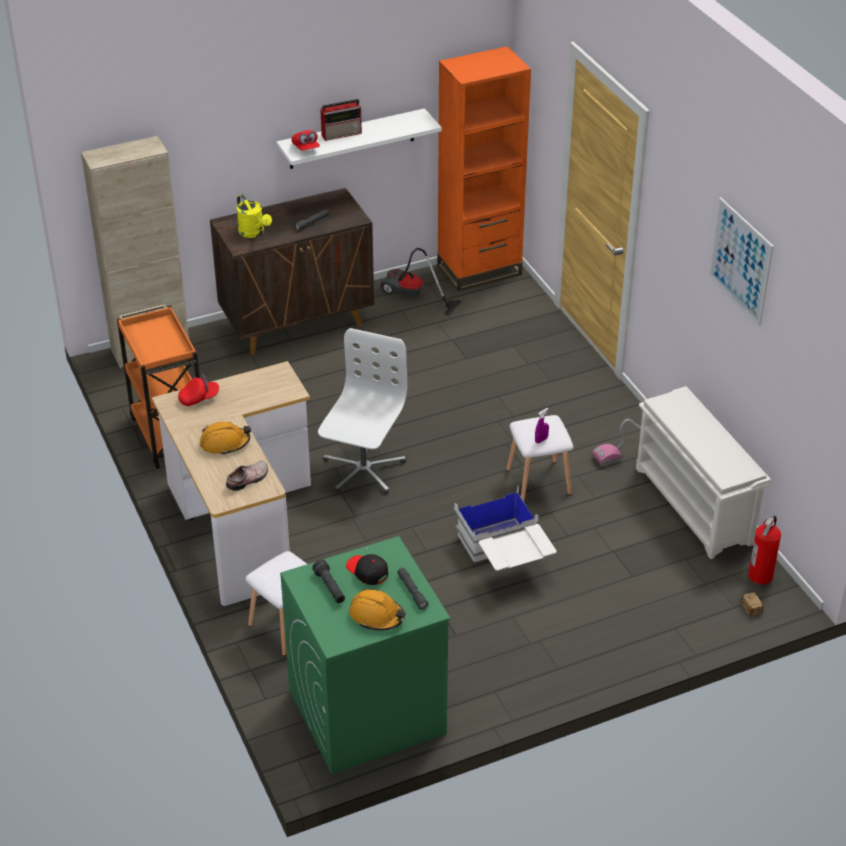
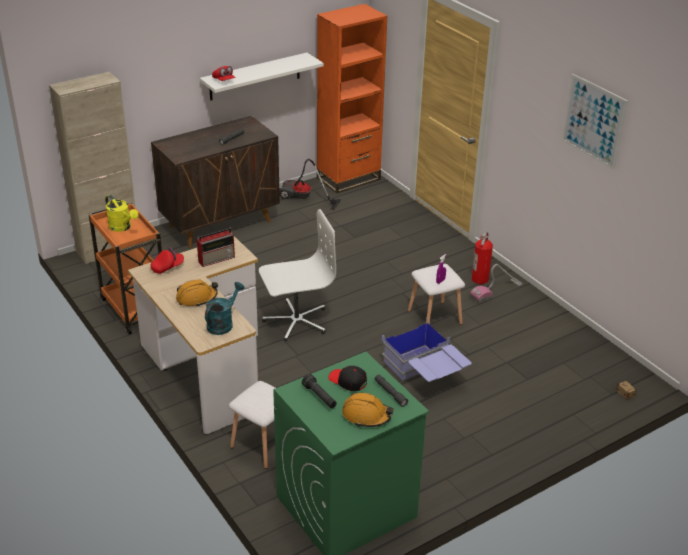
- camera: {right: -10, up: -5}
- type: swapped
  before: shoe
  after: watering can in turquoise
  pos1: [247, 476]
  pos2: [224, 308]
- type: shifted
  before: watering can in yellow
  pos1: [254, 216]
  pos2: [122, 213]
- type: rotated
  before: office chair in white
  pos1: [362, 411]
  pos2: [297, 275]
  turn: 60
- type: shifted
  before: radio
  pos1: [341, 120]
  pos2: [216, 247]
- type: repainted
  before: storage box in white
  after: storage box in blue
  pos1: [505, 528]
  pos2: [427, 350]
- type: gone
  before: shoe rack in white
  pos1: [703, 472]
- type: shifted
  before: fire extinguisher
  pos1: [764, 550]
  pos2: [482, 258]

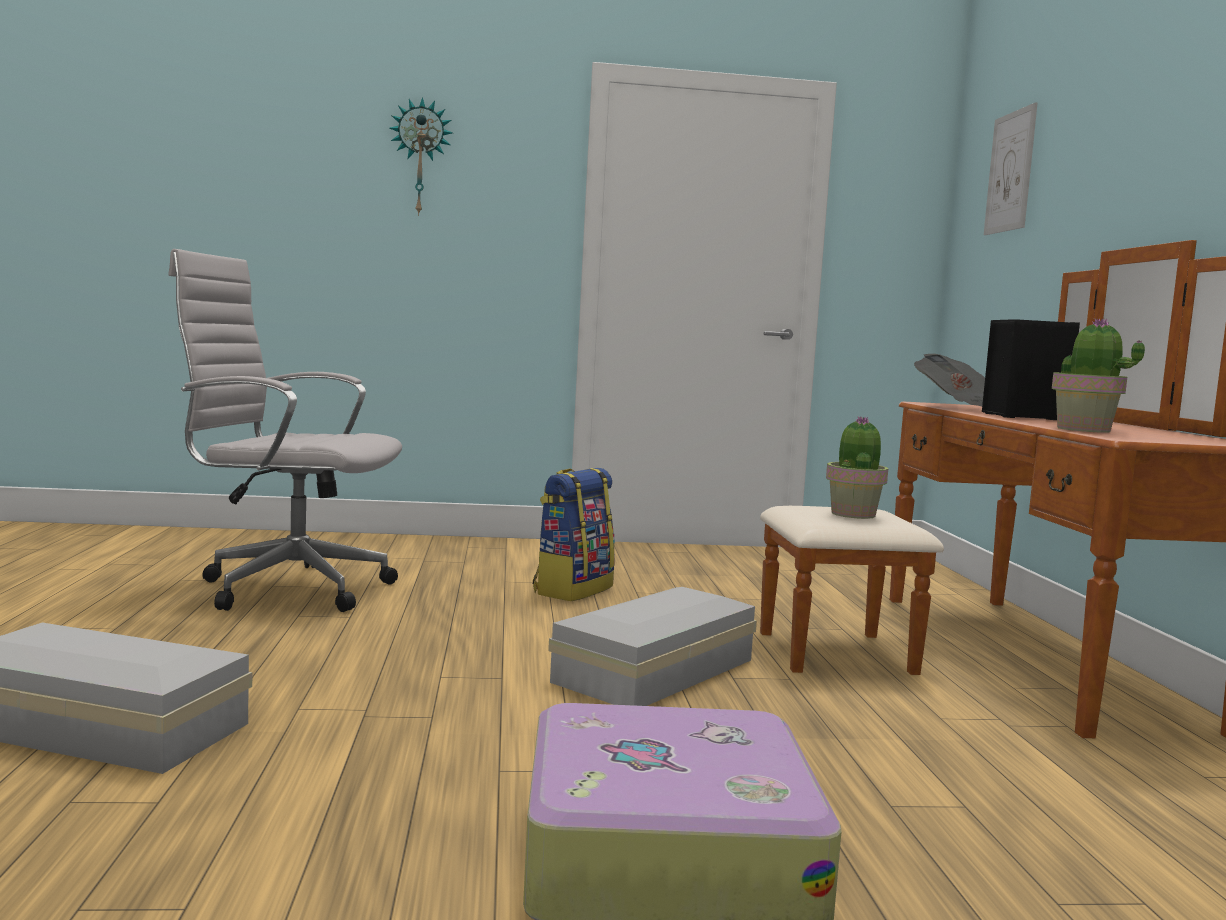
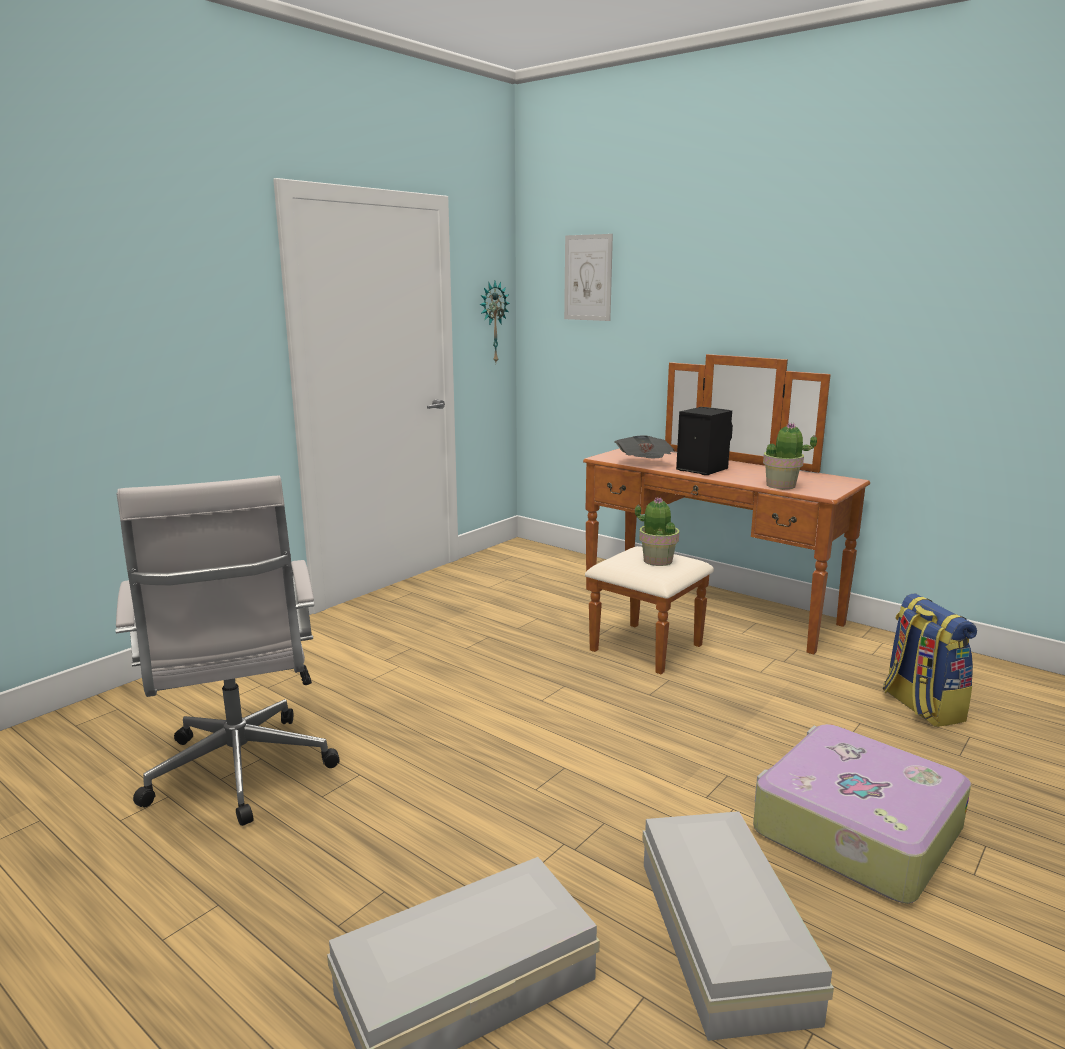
- camera: {right: -45, up: 10}
- type: rotated
  before: office chair in white
  pos1: [285, 430]
  pos2: [227, 650]
  turn: -75
- type: shifted
  before: wall clock
  pos1: [421, 156]
  pos2: [495, 321]
- type: shifted
  before: backpack
  pos1: [574, 534]
  pos2: [930, 660]
- type: shifted
  before: storage box in white
  pos1: [652, 646]
  pos2: [738, 926]

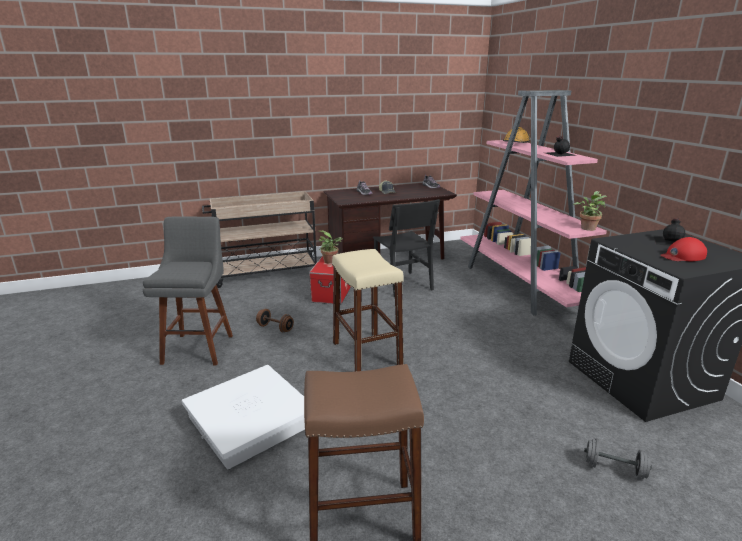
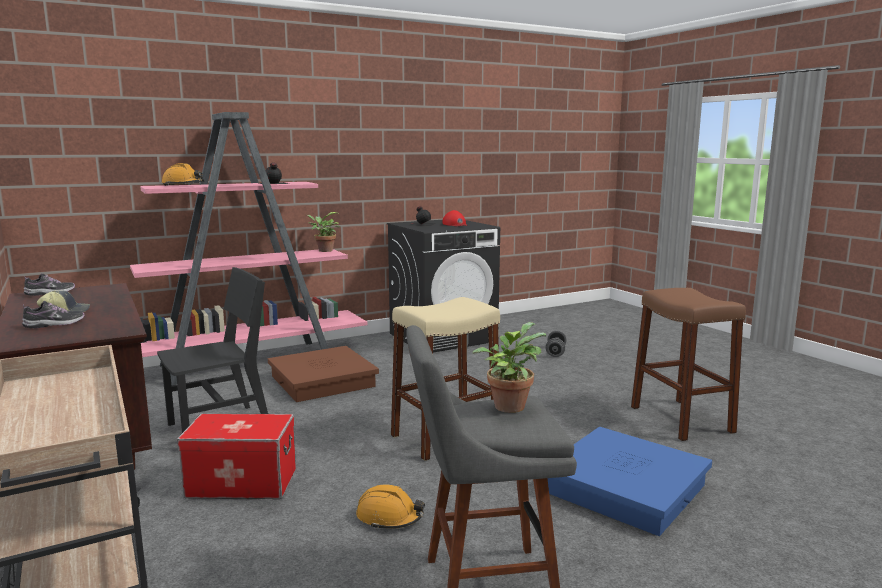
- camera: {right: -100, up: -10}
- type: repainted
  before: storage box in white
  after: storage box in blue
  pos1: [243, 417]
  pos2: [629, 481]
- type: swapped
  before: dumbbell in brown
  after: hard hat in orange
  pos1: [275, 321]
  pos2: [390, 507]
- type: shifted
  before: potted plant
  pos1: [330, 247]
  pos2: [509, 367]
- type: new
  after: storage box in brown
  pos2: [323, 374]

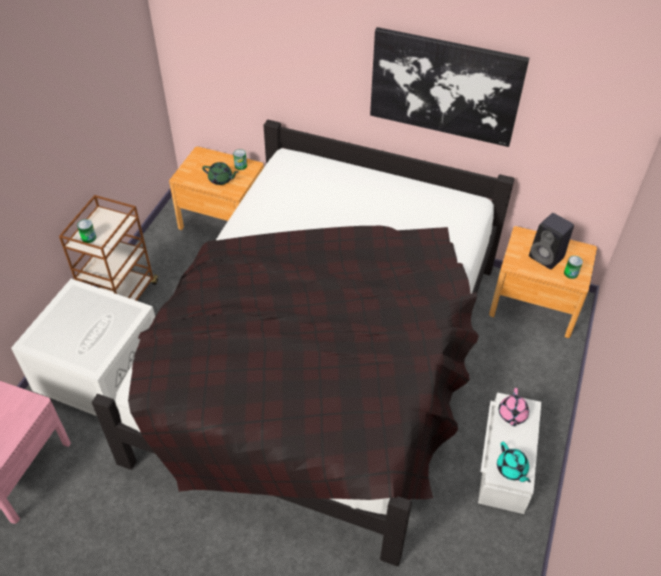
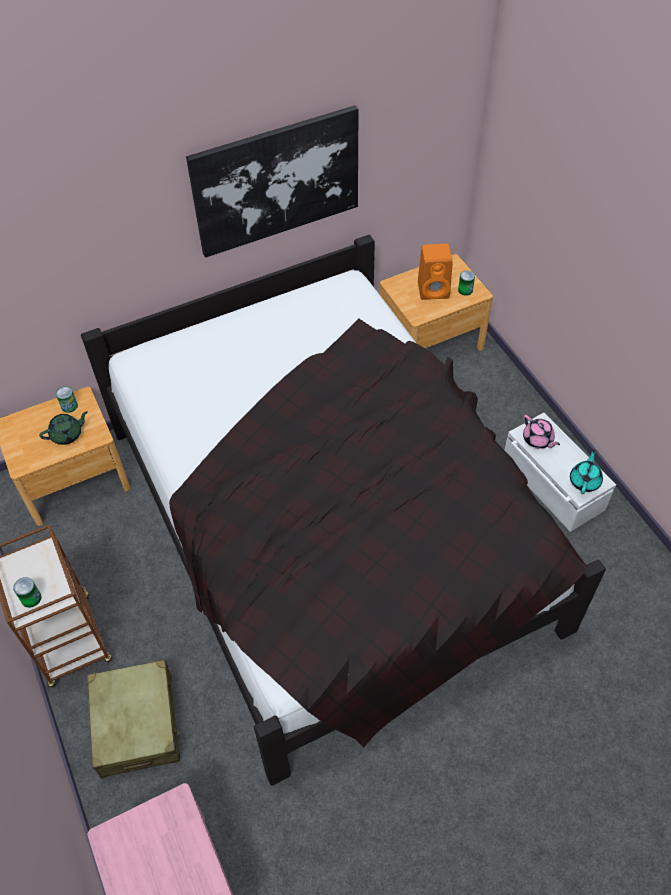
- camera: {right: -45, up: 5}
- type: swapped
  before: storage box in white
  after: suitcase in beige
  pos1: [83, 347]
  pos2: [133, 719]
- type: rotated
  before: teapot in turquoise
  pos1: [514, 462]
  pos2: [586, 471]
  turn: -90
- type: repainted
  before: speaker in black
  after: speaker in orange
  pos1: [551, 241]
  pos2: [435, 272]

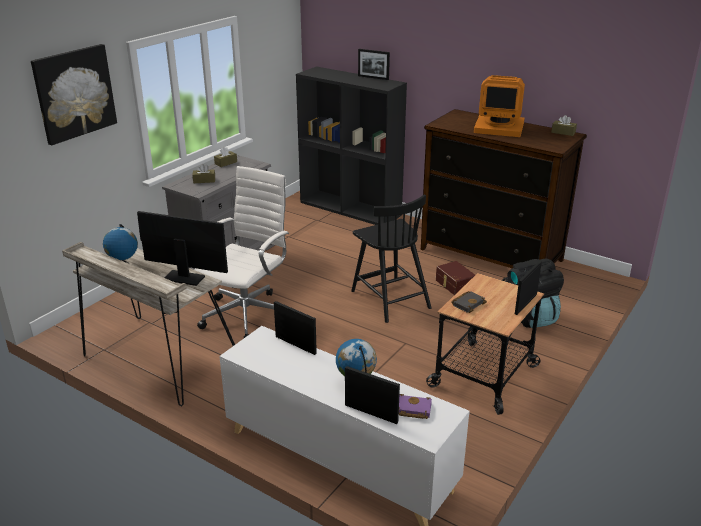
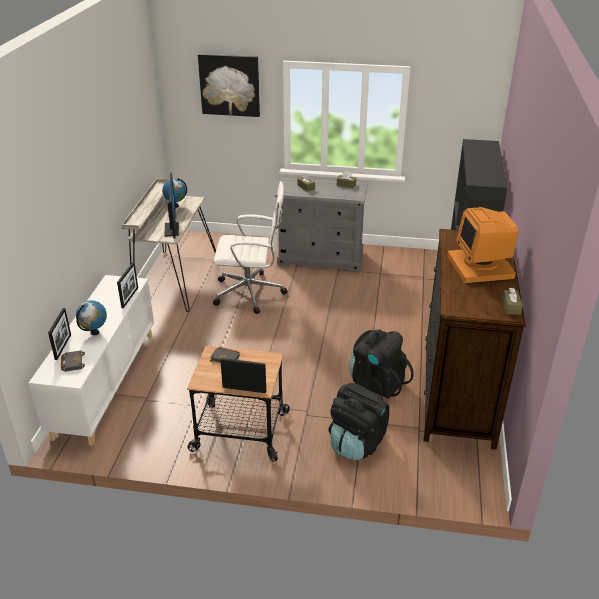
- camera: {right: 65, up: 5}
- type: gone
  before: chair in black
  pos1: [391, 259]
- type: gone
  before: picture frame
  pos1: [374, 64]
- type: repainted
  before: book in purple
  after: book in black
  pos1: [415, 406]
  pos2: [73, 361]
- type: swapped
  before: storage box in brown
  after: backpack in black
  pos1: [455, 278]
  pos2: [382, 364]

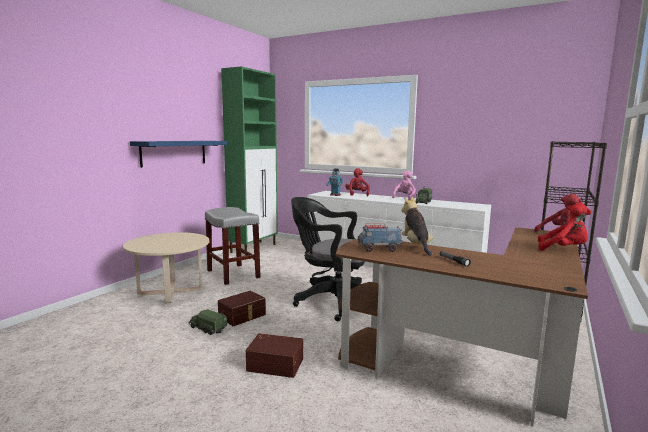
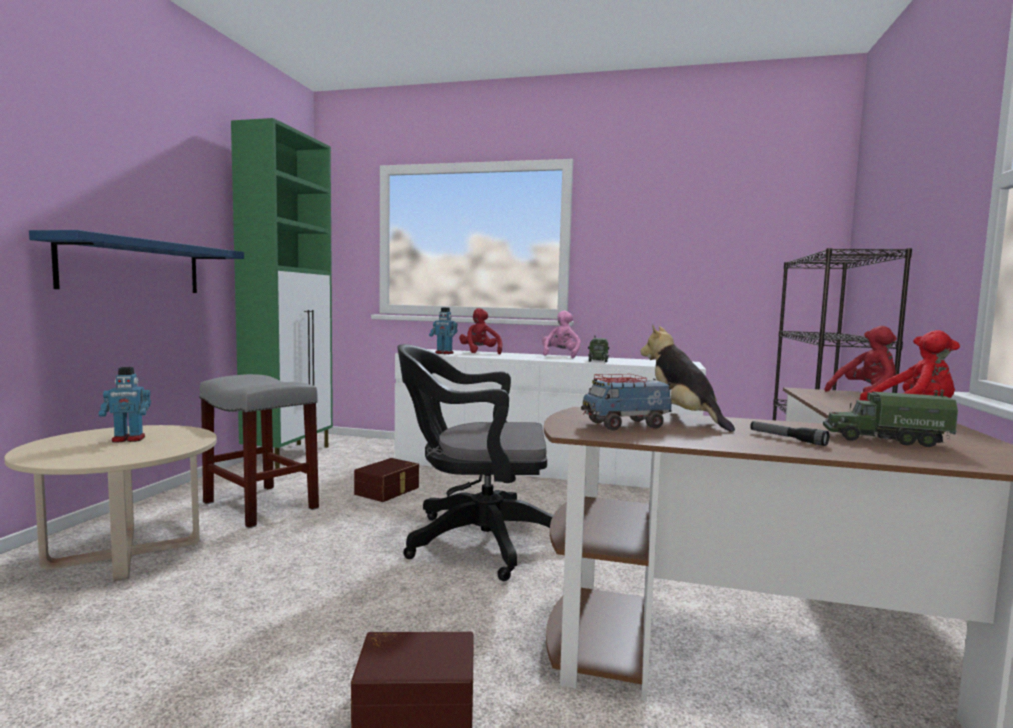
- camera: {right: -15, up: -5}
- type: shifted
  before: toy truck
  pos1: [207, 322]
  pos2: [890, 418]
- type: shifted
  before: storage box in brown
  pos1: [242, 308]
  pos2: [386, 480]
- type: new
  after: toy robot
  pos2: [125, 405]

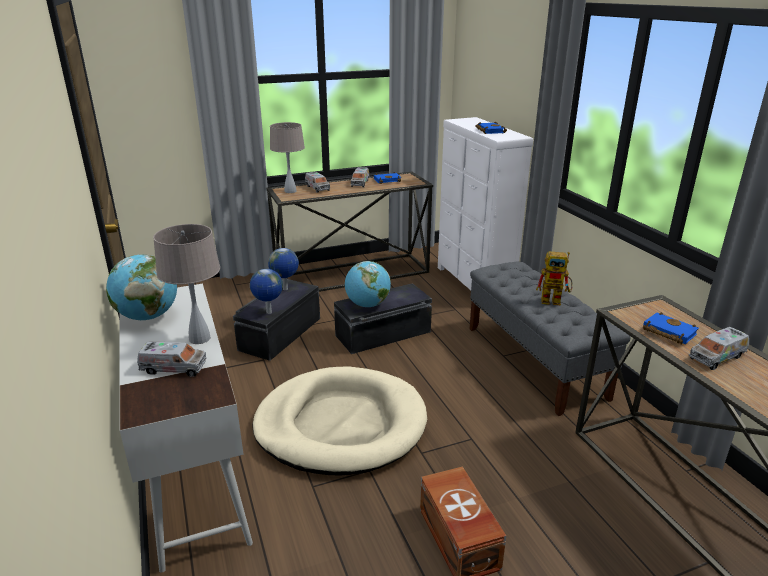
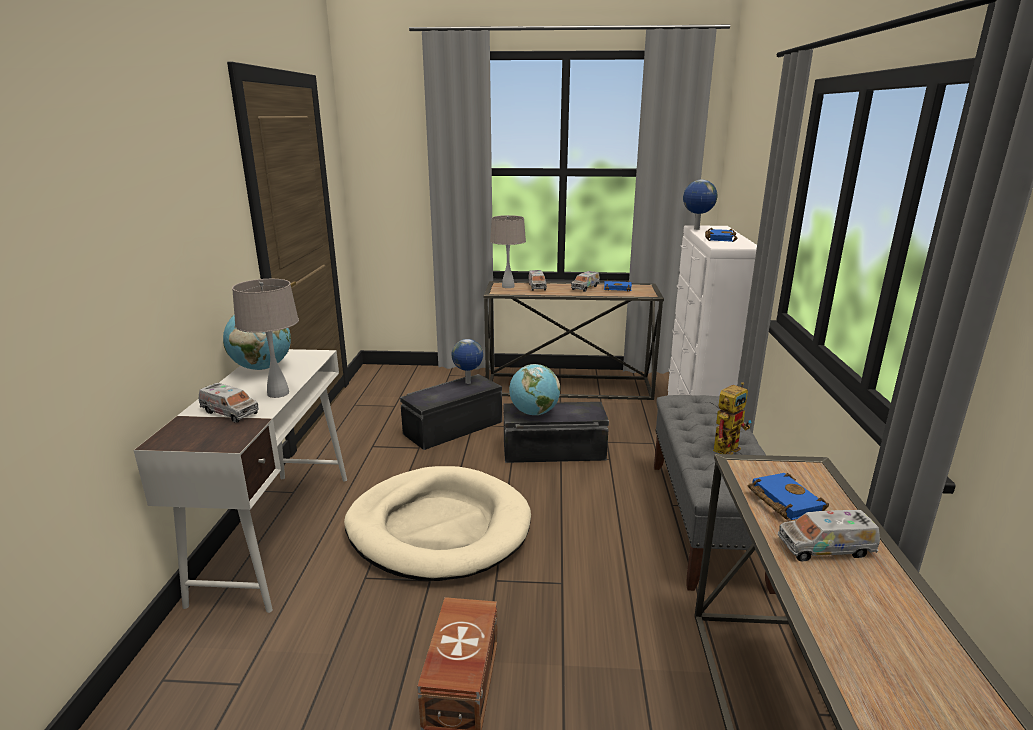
- camera: {right: 25, up: -5}
- type: shifted
  before: globe
  pos1: [266, 291]
  pos2: [700, 205]
- type: rotated
  before: toy robot
  pos1: [554, 278]
  pos2: [732, 418]
  turn: -75

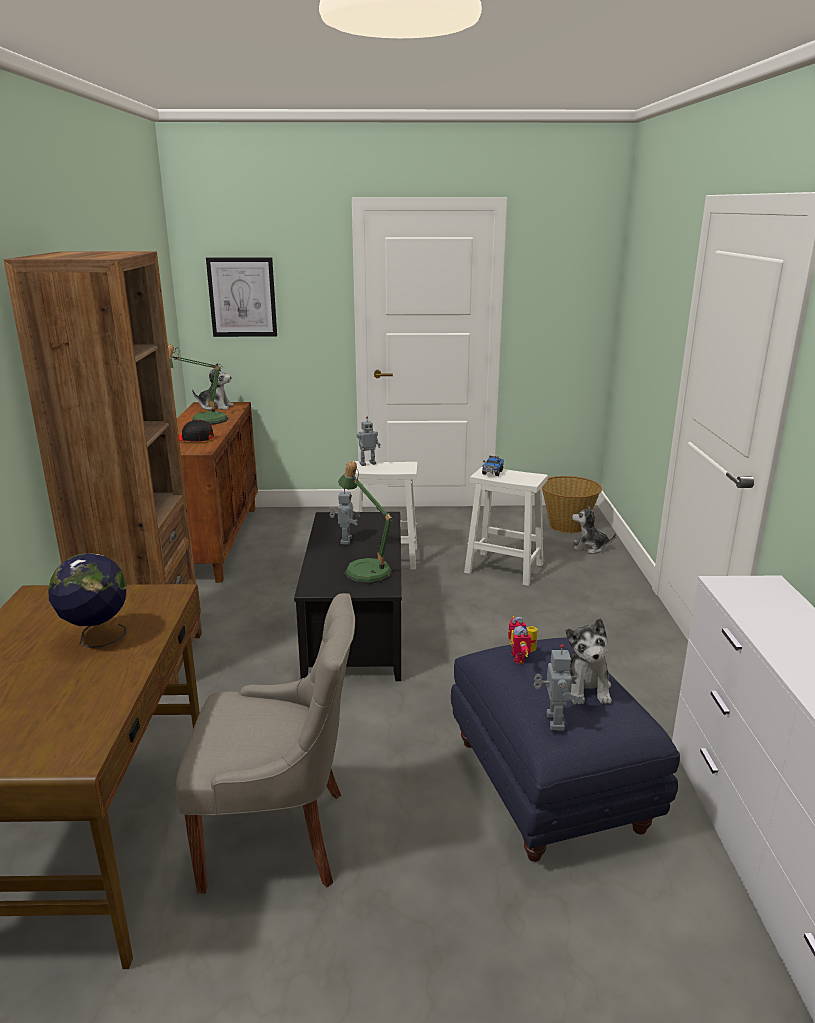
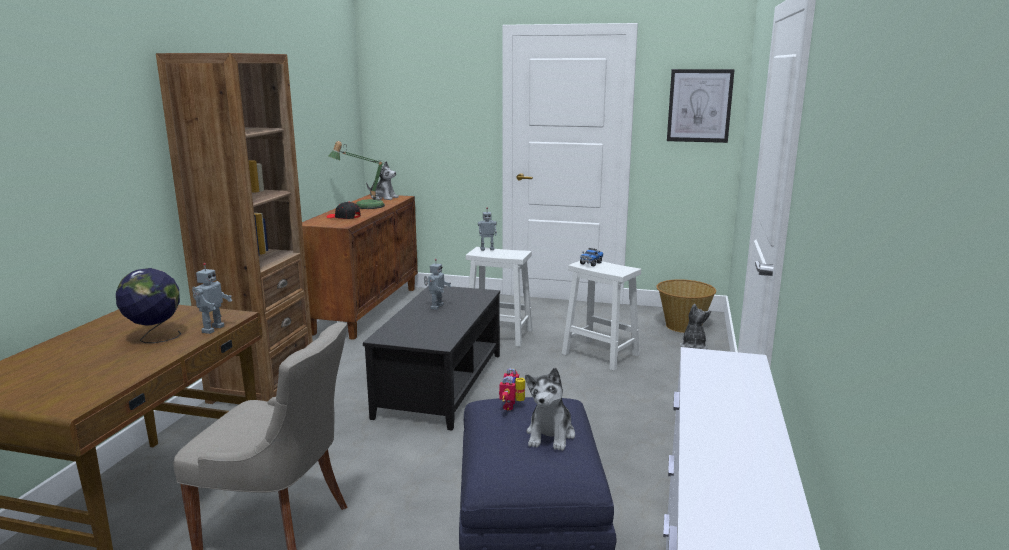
- camera: {right: 15, up: -5}
- type: shifted
  before: picture
  pos1: [241, 297]
  pos2: [701, 106]
- type: gone
  before: table lamp
  pos1: [365, 522]
- type: shifted
  before: toy robot
  pos1: [558, 687]
  pos2: [212, 298]
- type: rotated
  before: plush toy
  pos1: [594, 530]
  pos2: [695, 326]
  turn: 75

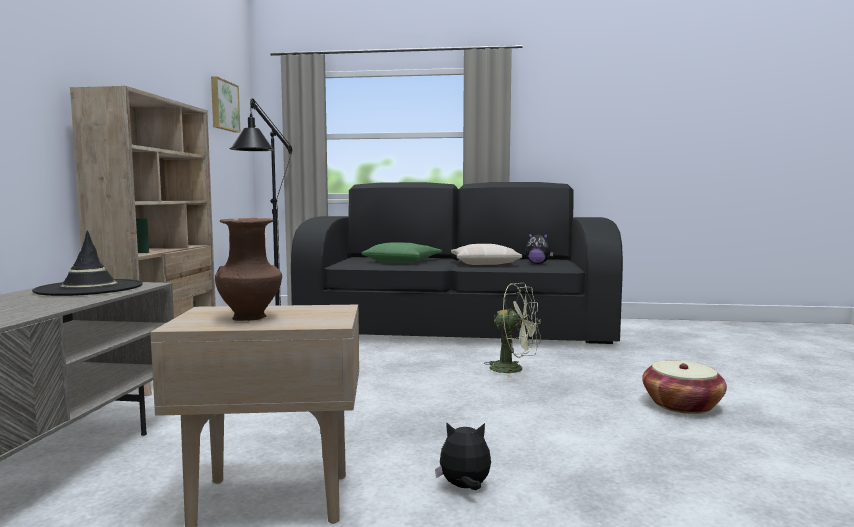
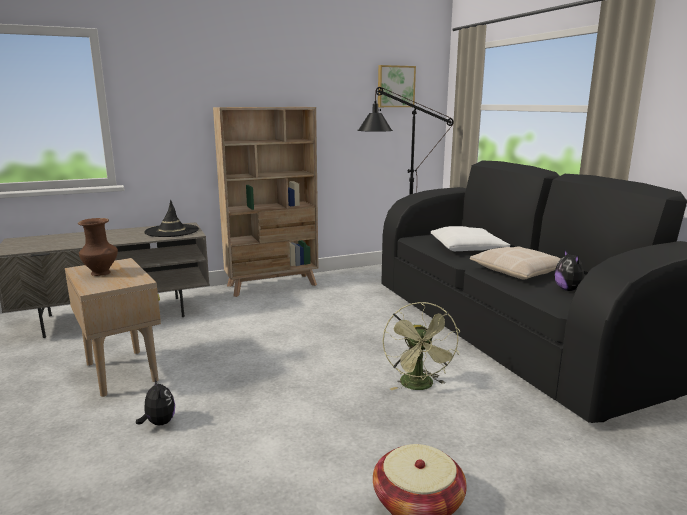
- camera: {right: 60, up: 10}
- type: repainted
  before: pillow in green
  after: pillow in white
  pos1: [402, 252]
  pos2: [470, 238]

